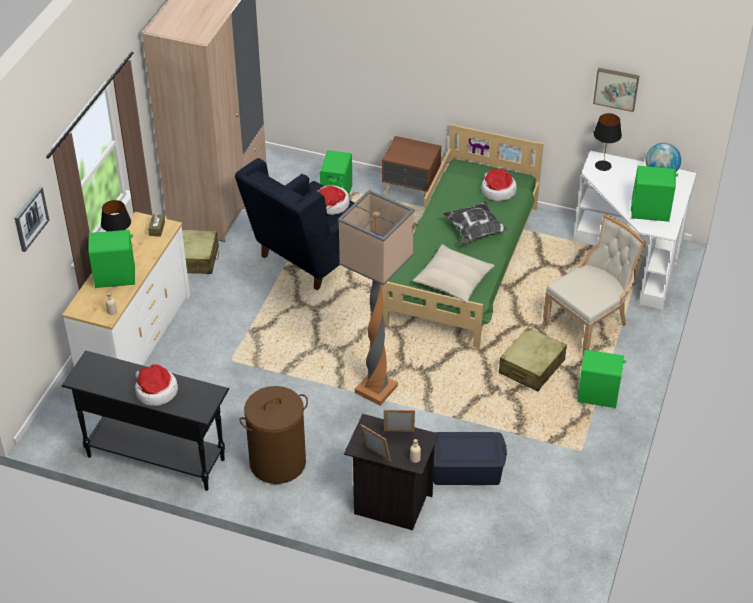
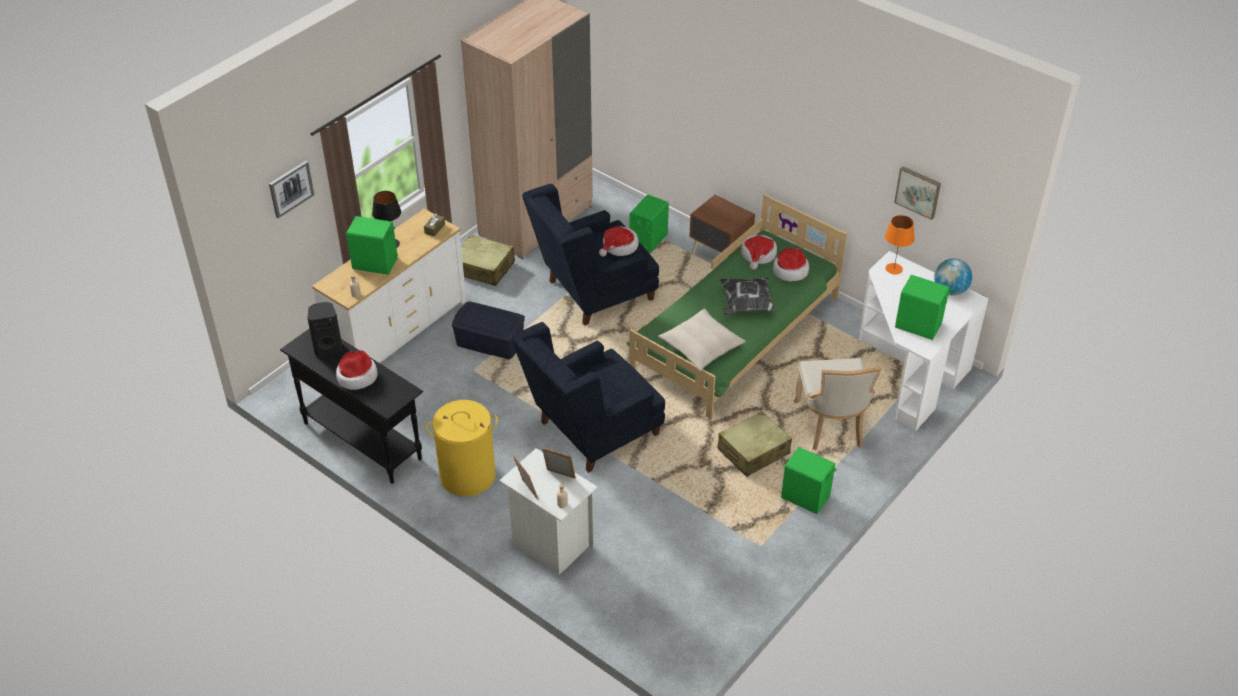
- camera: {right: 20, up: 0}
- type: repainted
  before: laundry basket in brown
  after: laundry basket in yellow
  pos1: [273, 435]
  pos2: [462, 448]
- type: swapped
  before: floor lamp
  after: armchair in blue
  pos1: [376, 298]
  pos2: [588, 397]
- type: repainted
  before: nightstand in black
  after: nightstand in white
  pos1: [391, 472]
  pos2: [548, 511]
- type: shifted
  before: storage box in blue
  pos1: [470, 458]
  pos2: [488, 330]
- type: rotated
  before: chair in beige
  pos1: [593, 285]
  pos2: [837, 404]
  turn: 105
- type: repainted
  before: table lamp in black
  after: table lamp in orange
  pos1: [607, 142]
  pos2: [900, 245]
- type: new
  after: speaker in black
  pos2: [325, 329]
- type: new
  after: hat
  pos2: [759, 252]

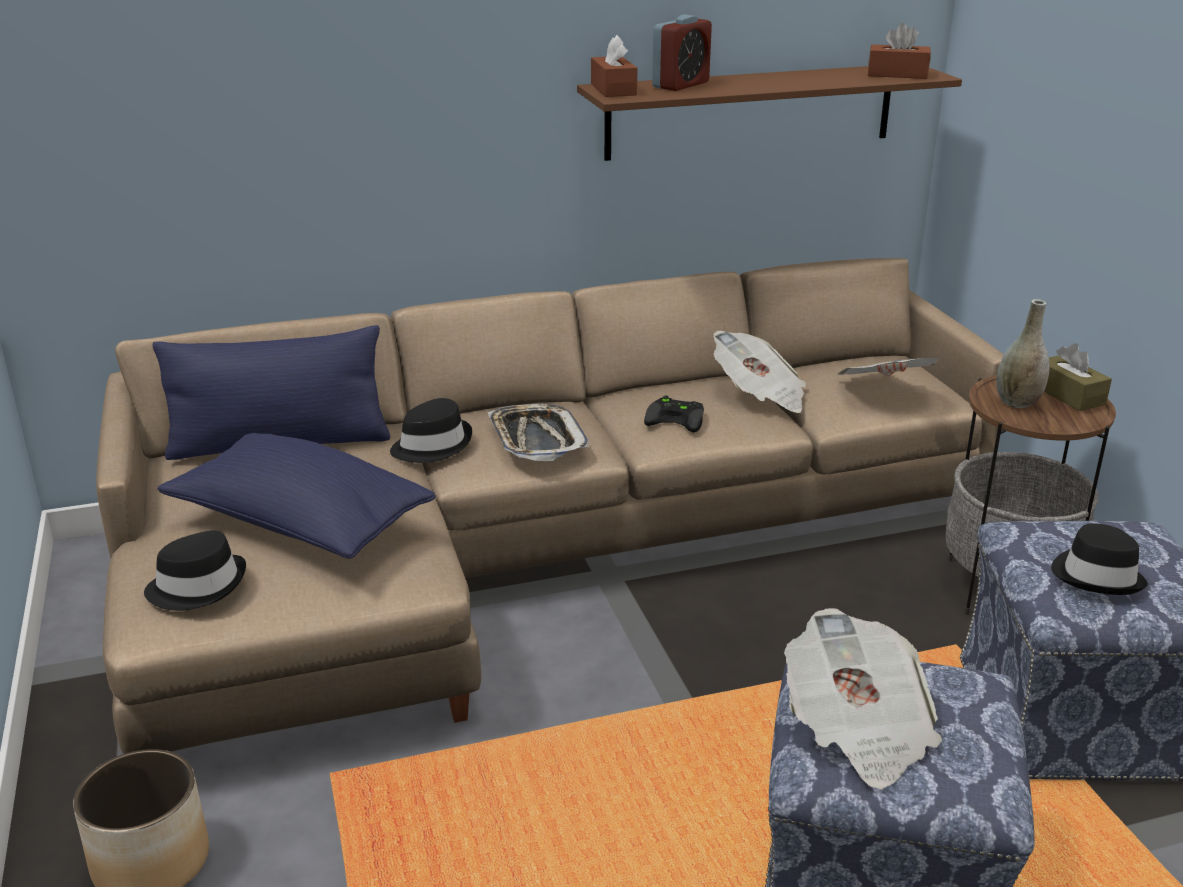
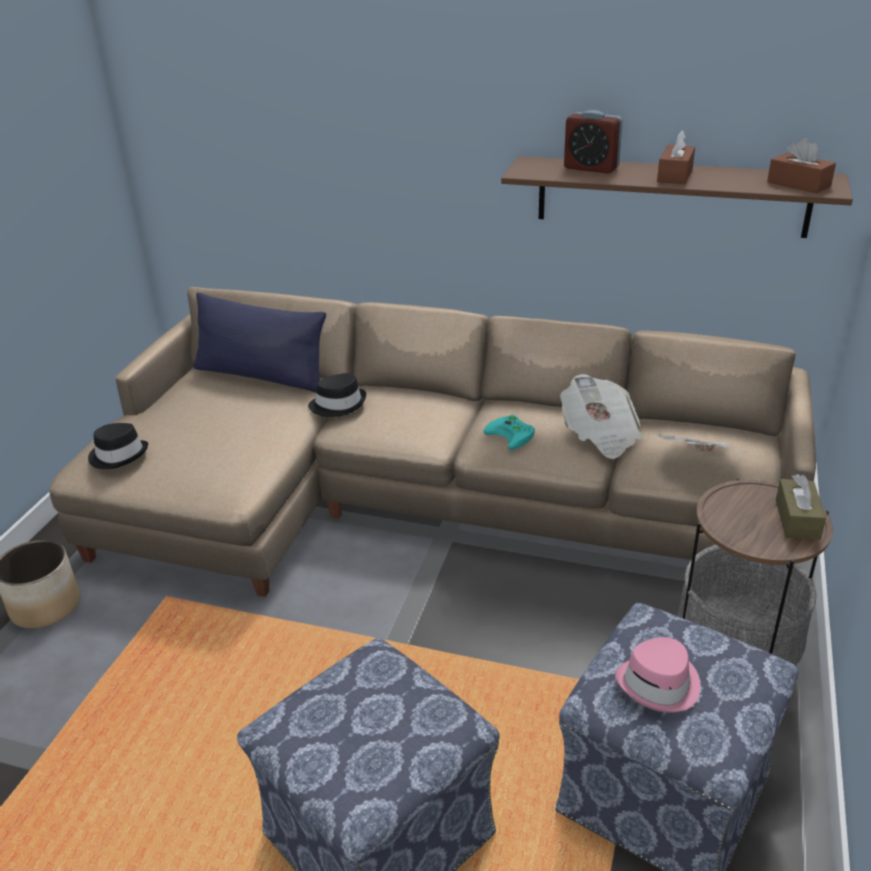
- camera: {right: 35, up: 5}
- type: gone
  before: pillow in blue
  pos1: [296, 496]
- type: gone
  before: tray
  pos1: [538, 432]
- type: shifted
  before: tissue box in brown
  pos1: [614, 66]
  pos2: [676, 157]
- type: repainted
  before: game controller in black
  after: game controller in turquoise
  pos1: [674, 413]
  pos2: [509, 432]
- type: rotated
  before: alarm clock
  pos1: [682, 53]
  pos2: [593, 142]
  turn: 45
- type: gone
  before: newspaper
  pos1: [863, 698]
- type: gone
  before: vase in grey
  pos1: [1023, 353]
- type: repainted
  before: hat in black
  after: hat in pink
  pos1: [1099, 559]
  pos2: [657, 675]

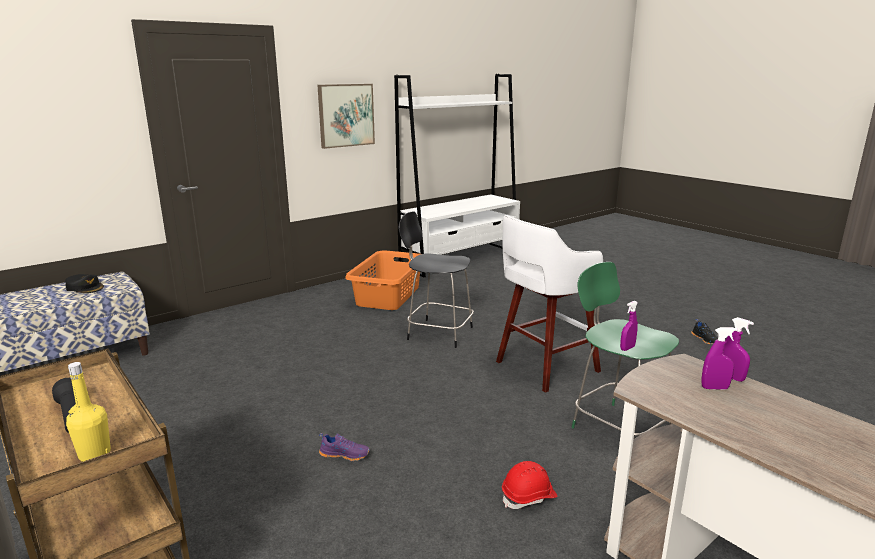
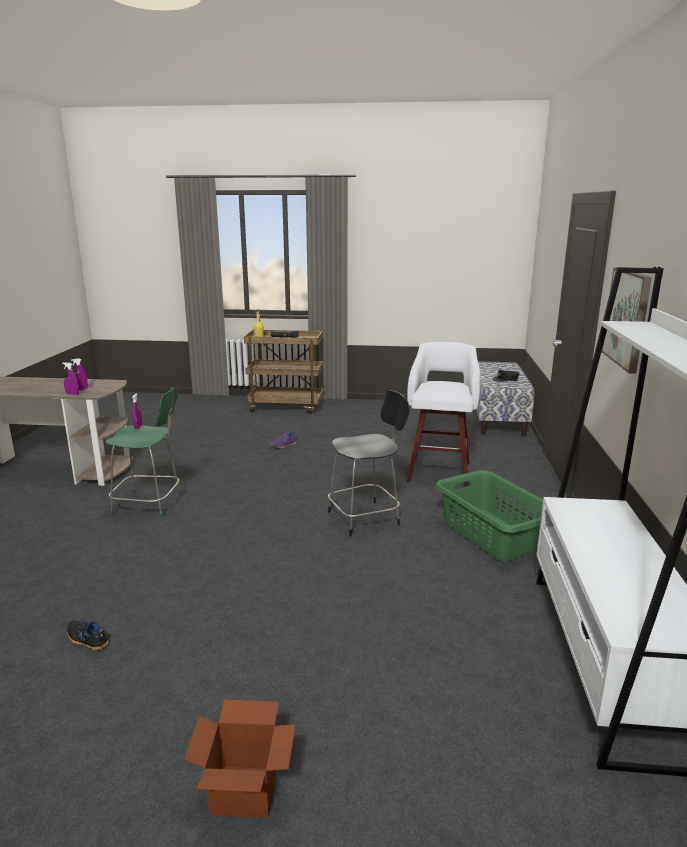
- camera: {right: 135, up: 0}
- type: repainted
  before: laundry basket in orange
  after: laundry basket in green
  pos1: [382, 280]
  pos2: [489, 515]
- type: shifted
  before: stool in white
  pos1: [549, 304]
  pos2: [444, 414]
- type: gone
  before: hard hat in red
  pos1: [529, 485]
- type: new
  after: cardboard box
  pos2: [240, 759]

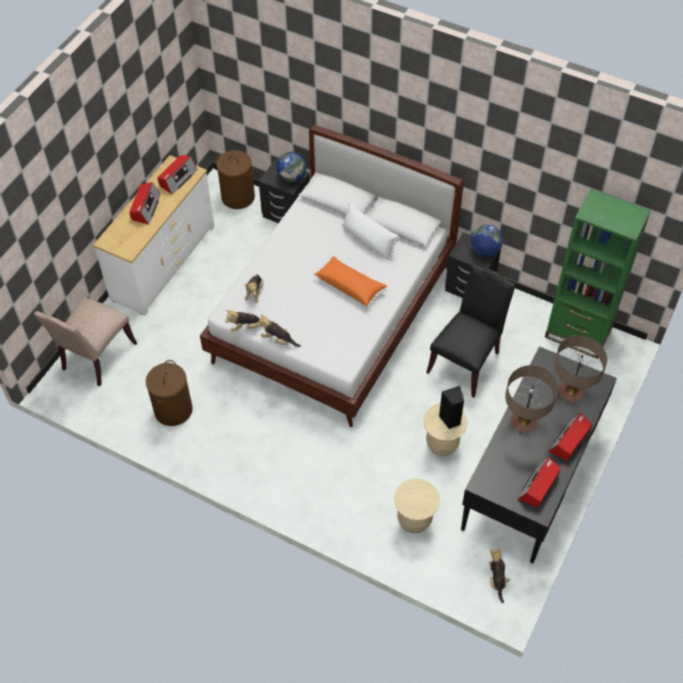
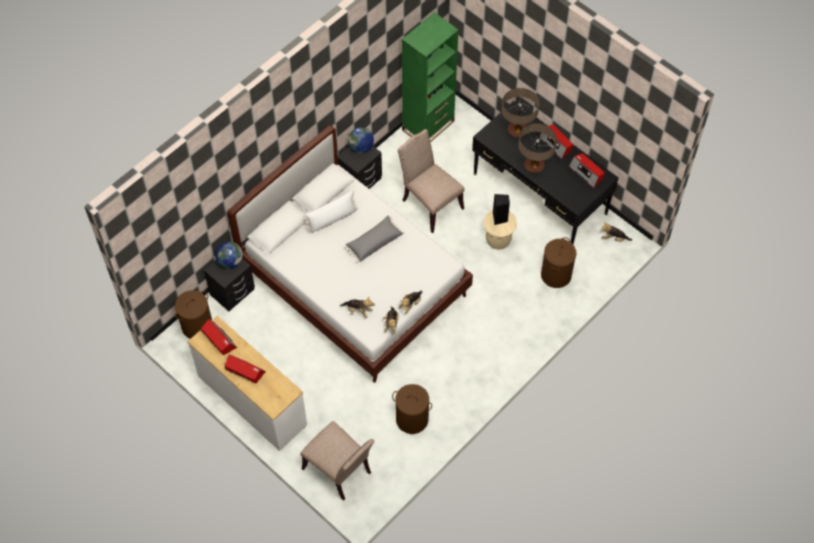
- camera: {right: -75, up: 5}
- type: repainted
  before: pillow in orange
  after: pillow in grey
  pos1: [350, 281]
  pos2: [374, 239]
- type: swapped
  before: stool in beige
  after: laundry basket in brown
  pos1: [417, 506]
  pos2: [558, 262]
- type: repainted
  before: chair in black
  after: chair in beige
  pos1: [471, 331]
  pos2: [431, 181]

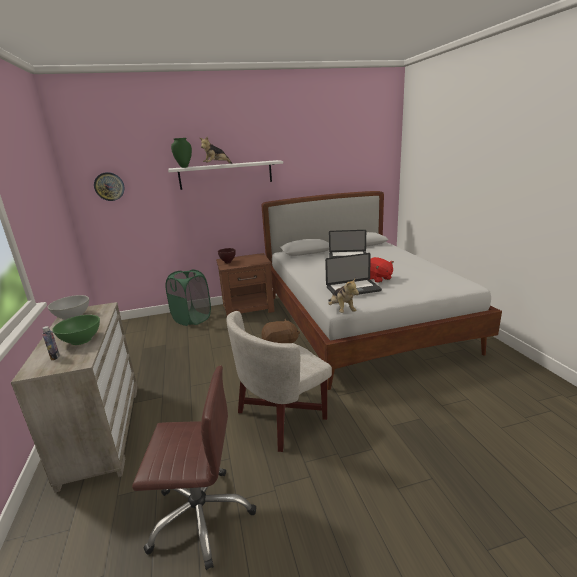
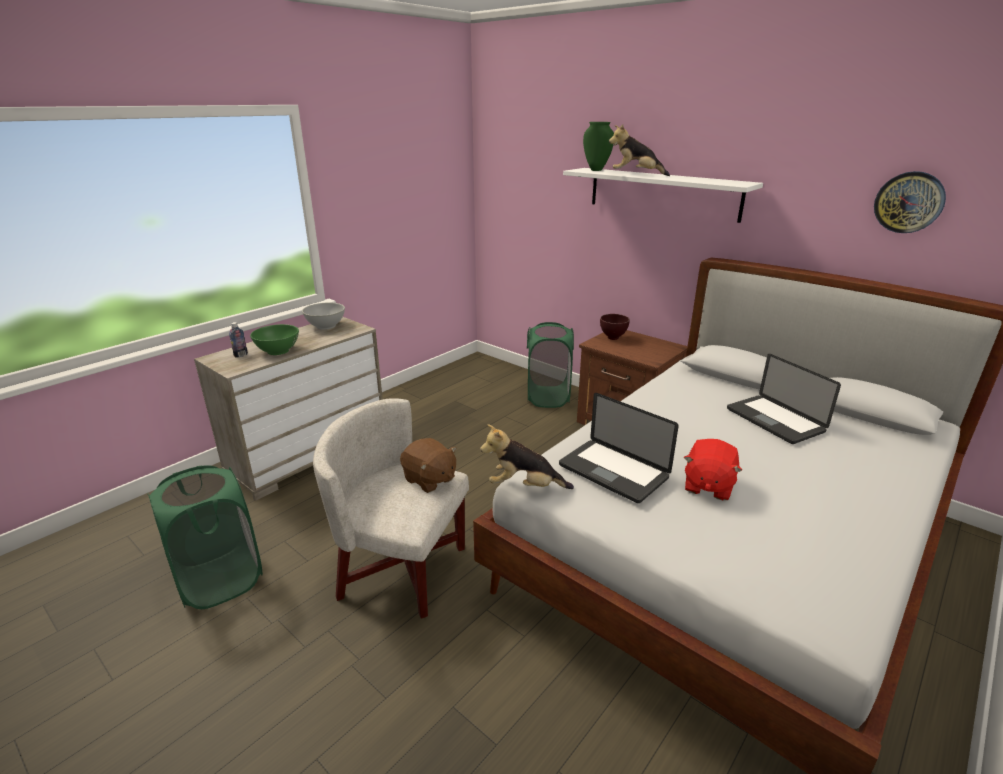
- camera: {right: 55, up: 5}
- type: shifted
  before: wall clock
  pos1: [109, 186]
  pos2: [910, 202]
- type: swapped
  before: office chair in brown
  after: laundry basket in green
  pos1: [194, 468]
  pos2: [205, 537]
- type: rotated
  before: plush toy
  pos1: [343, 296]
  pos2: [527, 456]
  turn: 60

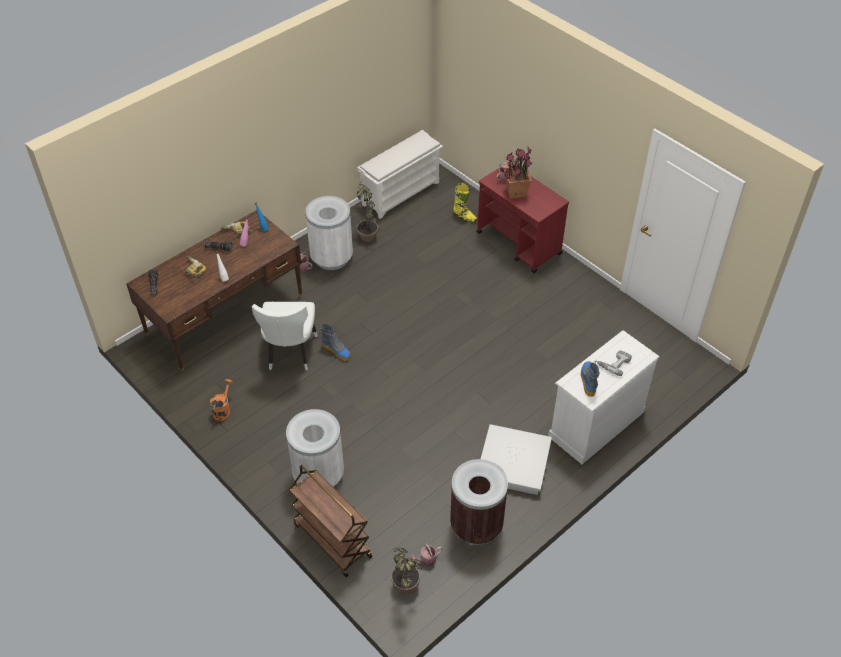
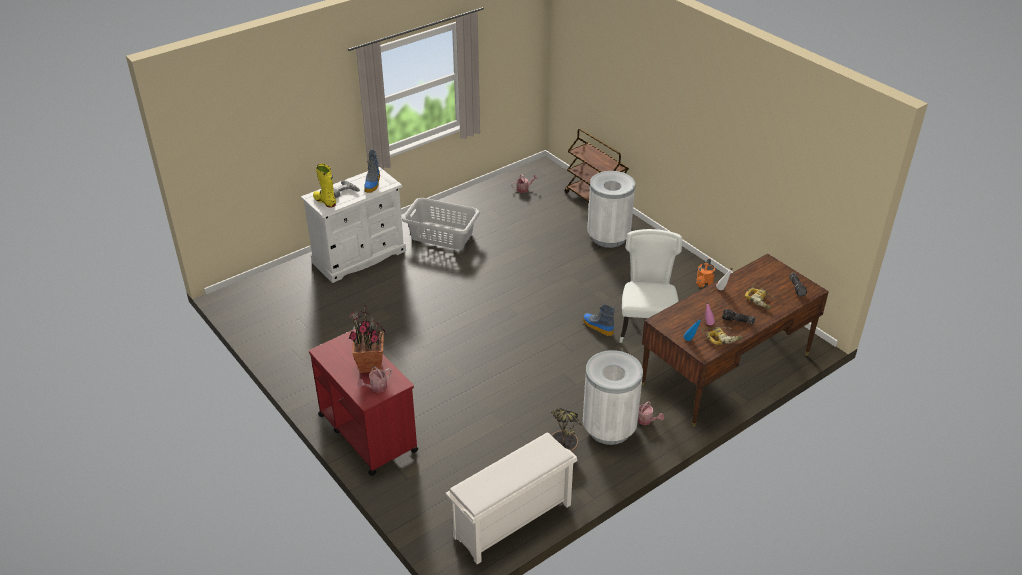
- camera: {right: -175, up: -10}
- type: gone
  before: potted plant
  pos1: [406, 570]
- type: gone
  before: trash can in brown
  pos1: [479, 502]
- type: shifted
  before: boot in yellow
  pos1: [465, 202]
  pos2: [324, 185]
- type: swapped
  before: storage box in white
  after: laundry basket in grey
  pos1: [516, 459]
  pos2: [441, 223]

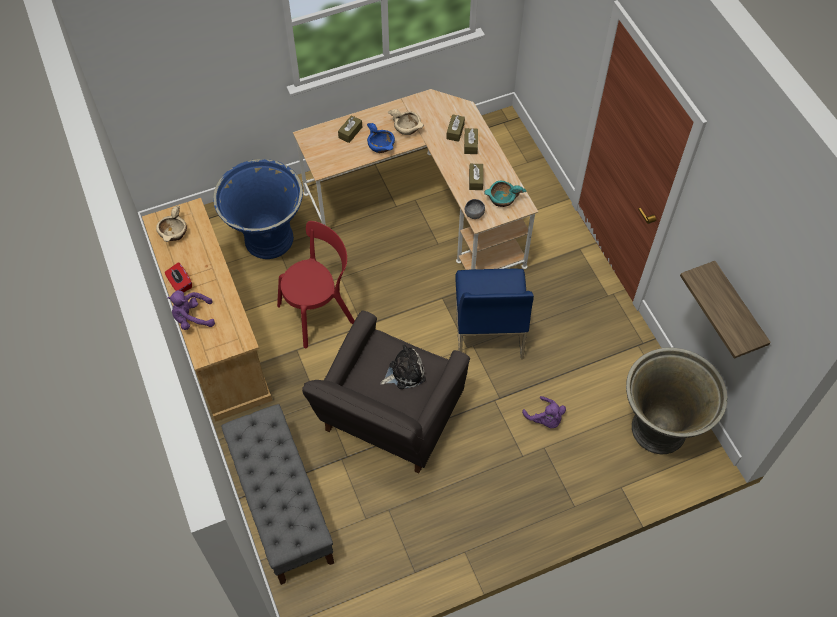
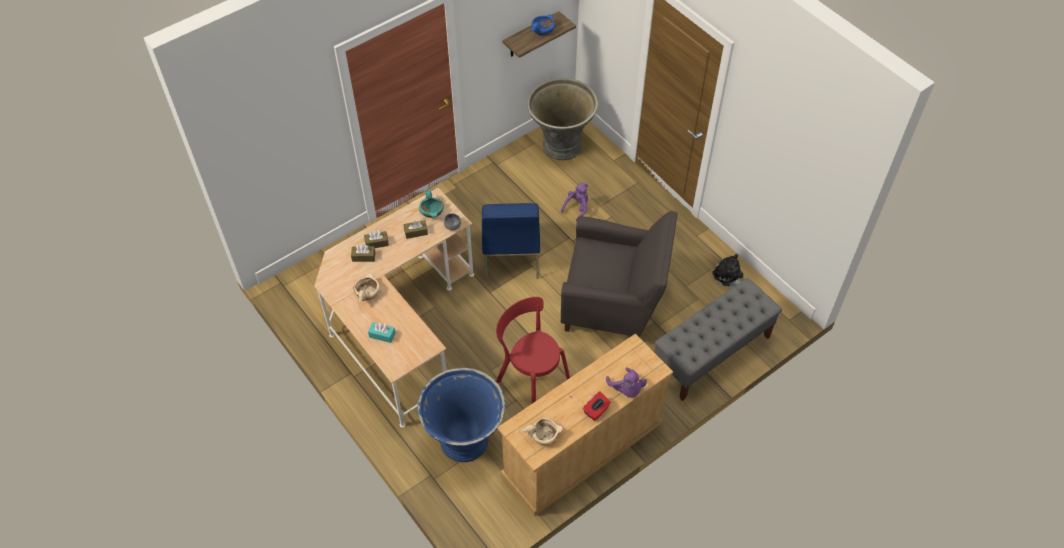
- camera: {right: -105, up: -5}
- type: repainted
  before: tissue box in brown
  after: tissue box in turquoise
  pos1: [350, 129]
  pos2: [382, 332]
- type: shifted
  before: bowl in blue
  pos1: [381, 138]
  pos2: [543, 25]
- type: shifted
  before: plush toy
  pos1: [403, 366]
  pos2: [727, 270]
- type: rotated
  before: chair in blue
  pos1: [494, 314]
  pos2: [511, 241]
  turn: 105

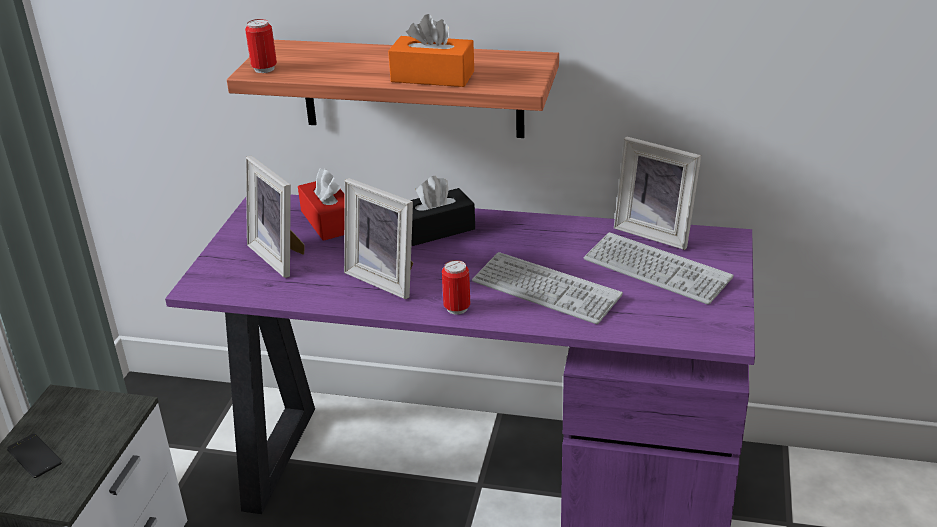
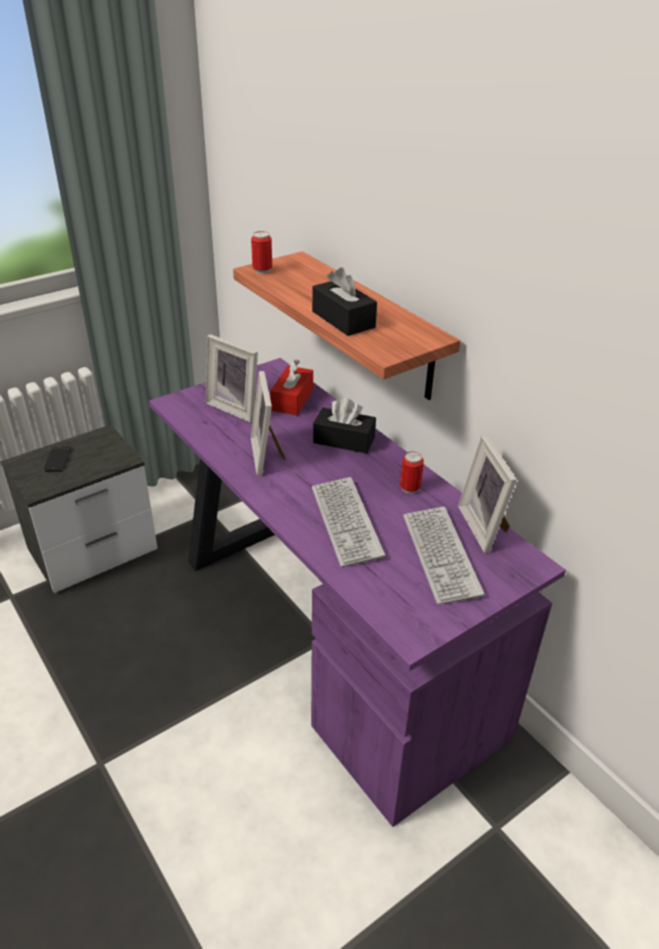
- camera: {right: 40, up: 5}
- type: rotated
  before: picture frame
  pos1: [275, 217]
  pos2: [232, 378]
  turn: -60
- type: repainted
  before: tissue box in orange
  after: tissue box in black
  pos1: [431, 50]
  pos2: [344, 301]
- type: shifted
  before: can
  pos1: [456, 287]
  pos2: [412, 473]

